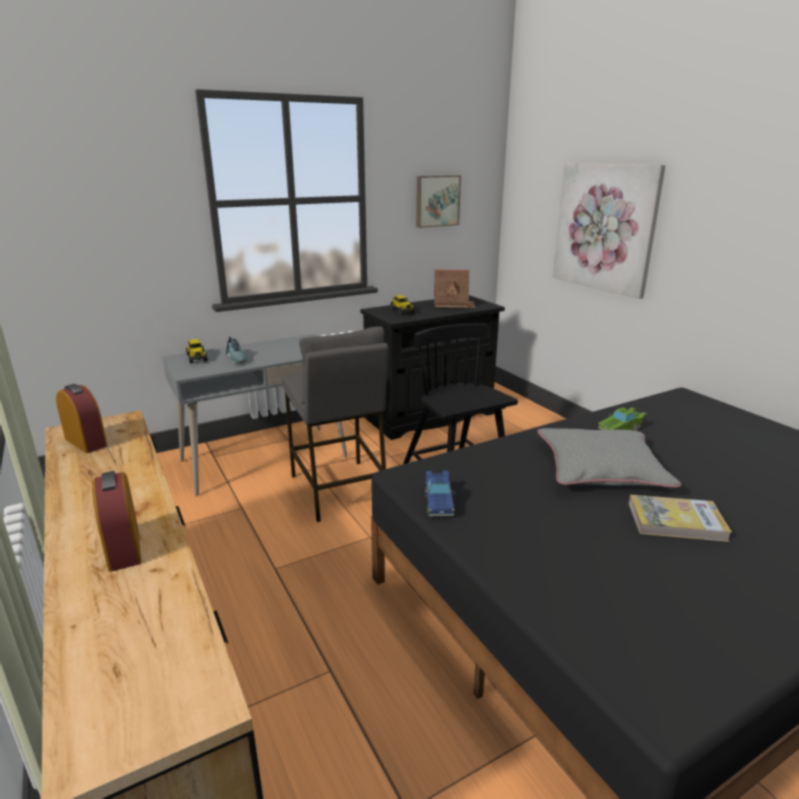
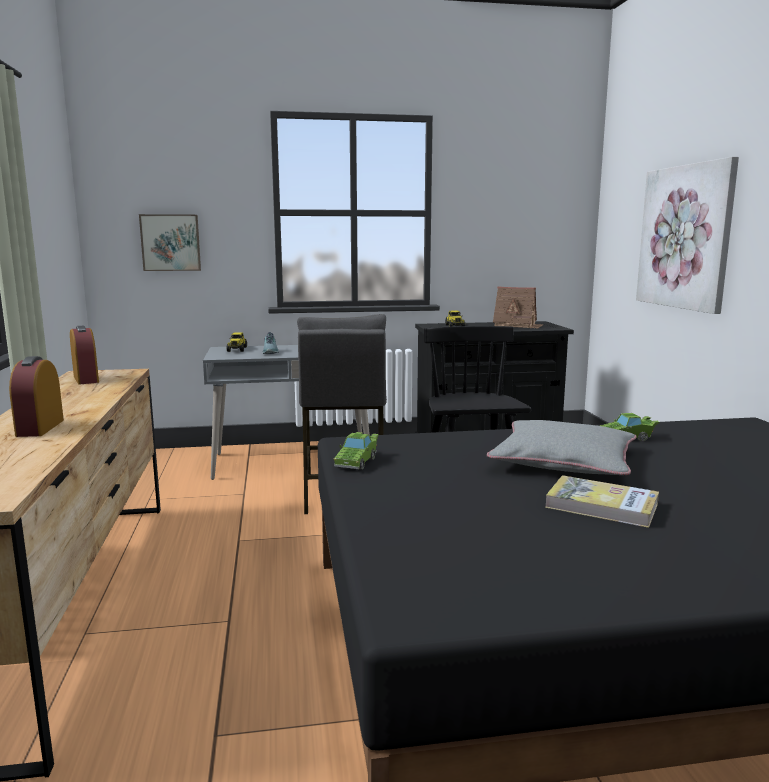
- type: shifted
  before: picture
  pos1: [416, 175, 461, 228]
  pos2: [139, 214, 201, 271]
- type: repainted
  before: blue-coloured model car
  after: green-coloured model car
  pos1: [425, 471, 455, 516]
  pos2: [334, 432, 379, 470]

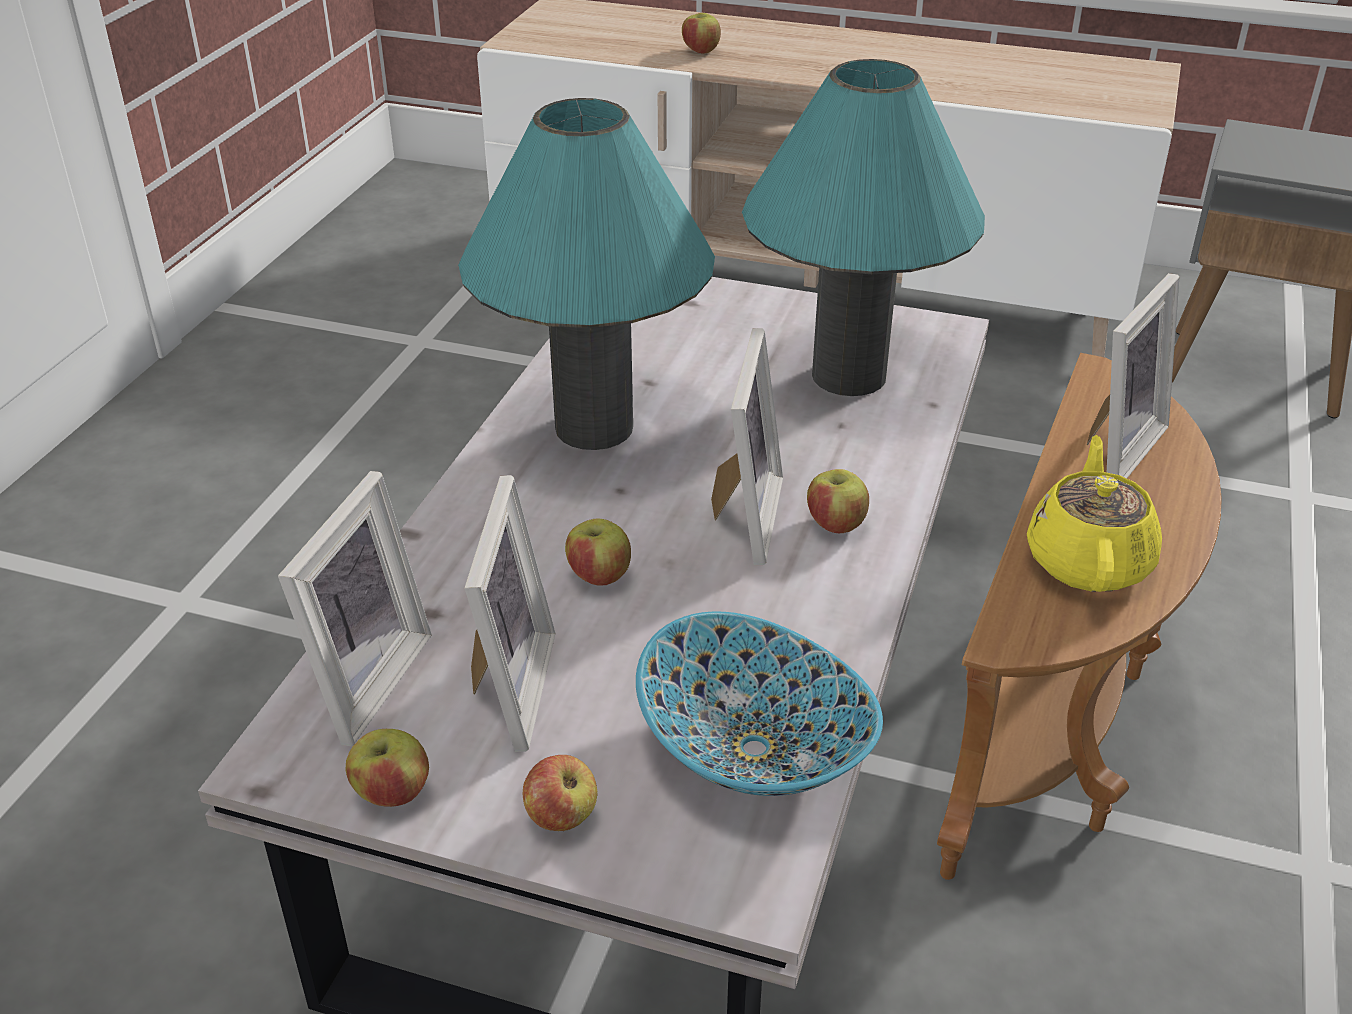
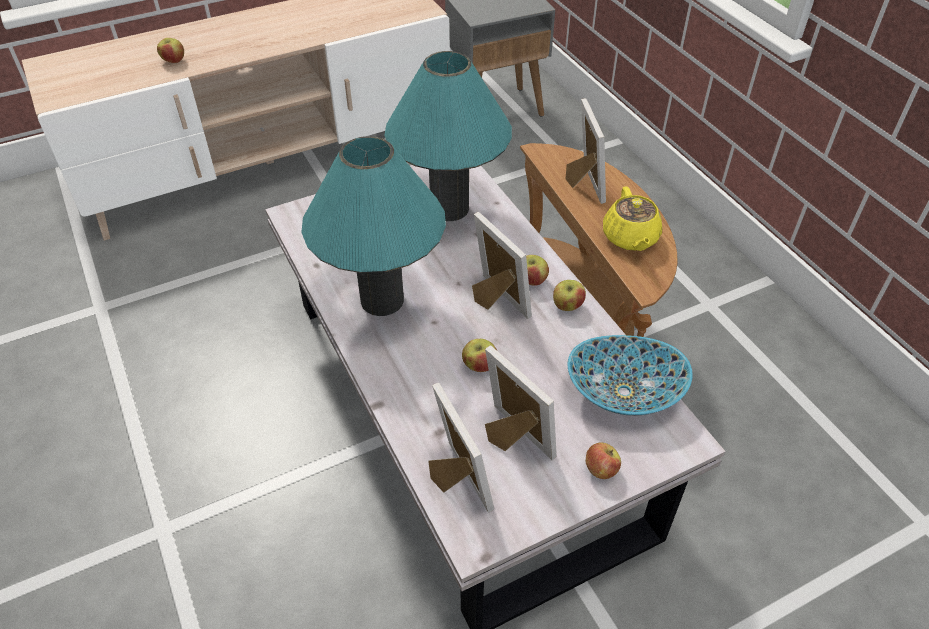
- type: shifted
  before: whole apple
  pos1: [345, 729, 429, 807]
  pos2: [553, 280, 586, 311]
- type: rotated
  before: yellowish tea pot
  pos1: [1027, 435, 1162, 592]
  pos2: [603, 186, 662, 251]
  turn: -150

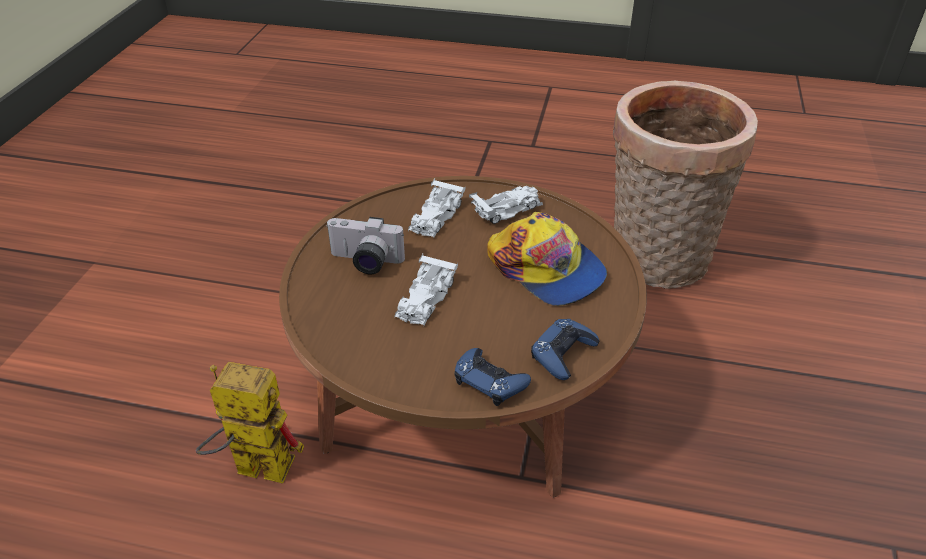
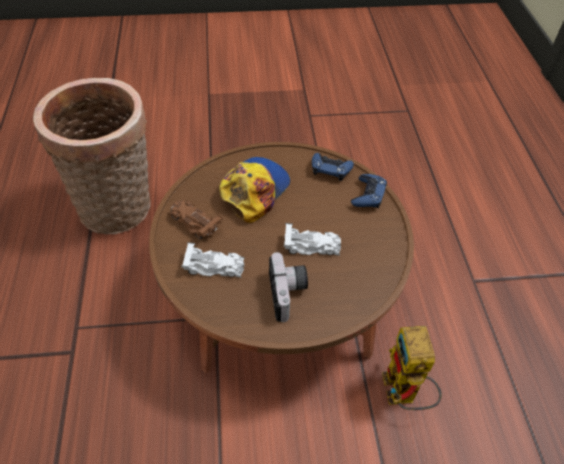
- type: repainted
  before: whitish model car
  after: brownish model car
  pos1: [469, 186, 543, 224]
  pos2: [168, 200, 223, 239]

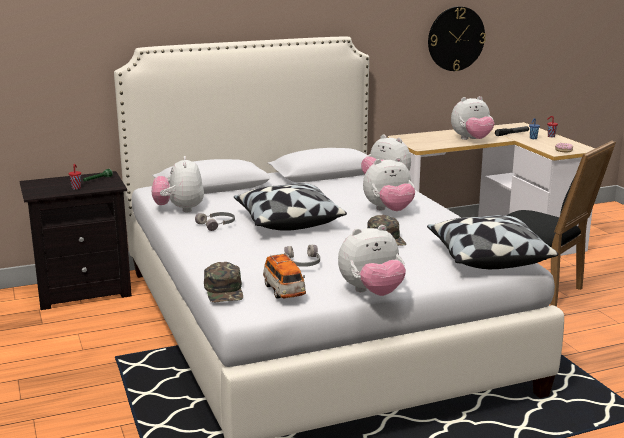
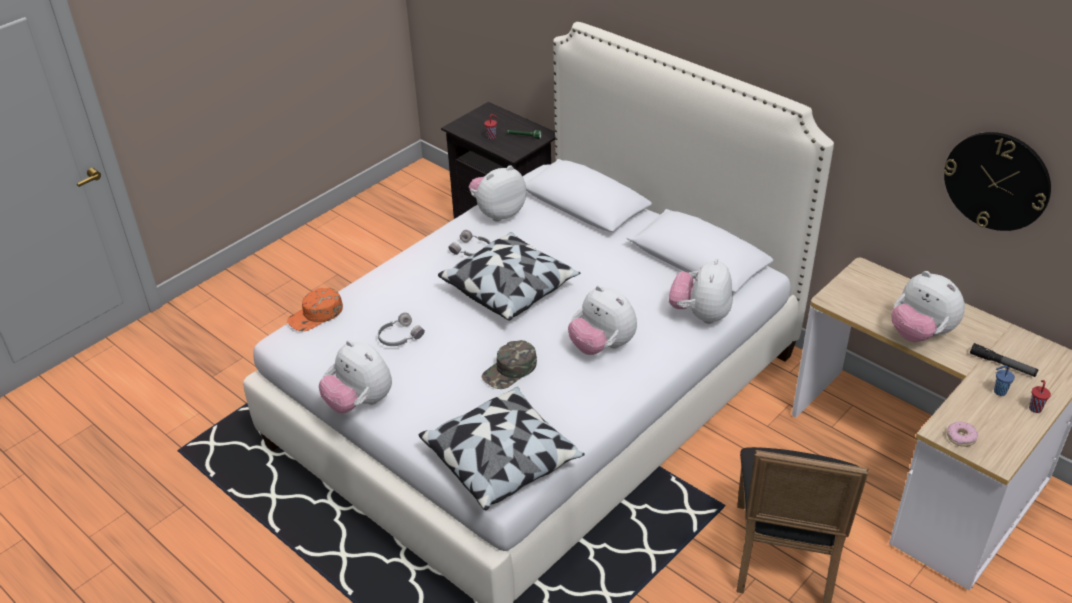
- type: gone
  before: model car
  pos1: [263, 253, 306, 299]
- type: repainted
  before: green-coloured peaked cap
  after: orange peaked cap
  pos1: [204, 262, 243, 303]
  pos2: [287, 288, 343, 331]

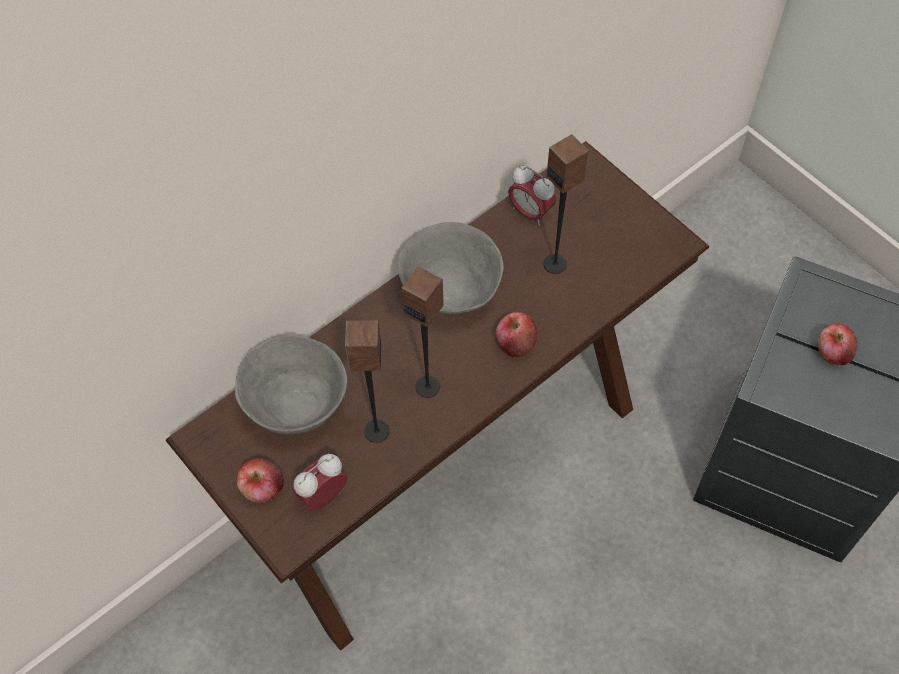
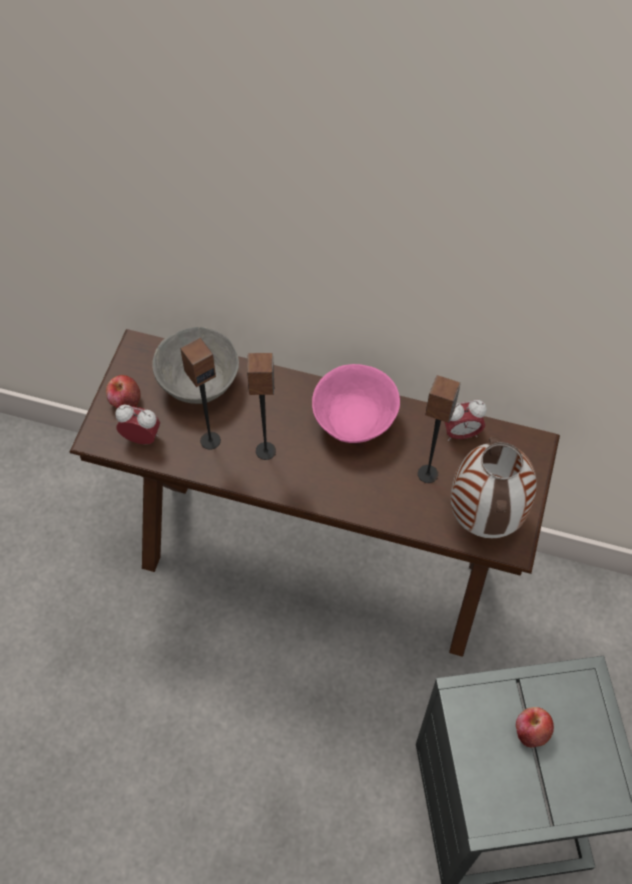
- type: gone
  before: whole apple
  pos1: [496, 312, 537, 358]
- type: new
  after: decorative vase
  pos2: [451, 437, 537, 538]
- type: repainted
  before: grey serving bowl
  after: pink-coloured serving bowl
  pos1: [398, 222, 503, 314]
  pos2: [312, 364, 400, 443]
- type: rotated
  before: table clock
  pos1: [508, 166, 557, 226]
  pos2: [445, 400, 487, 441]
  turn: -105

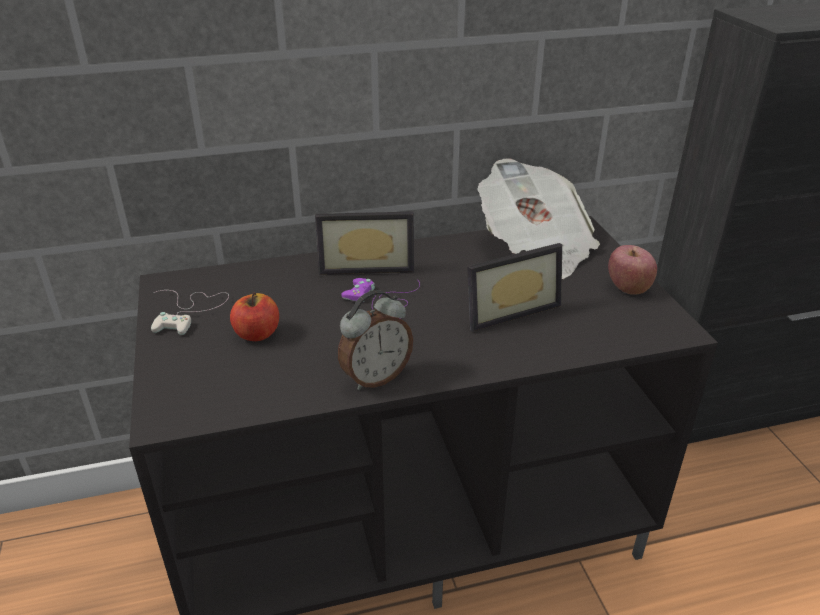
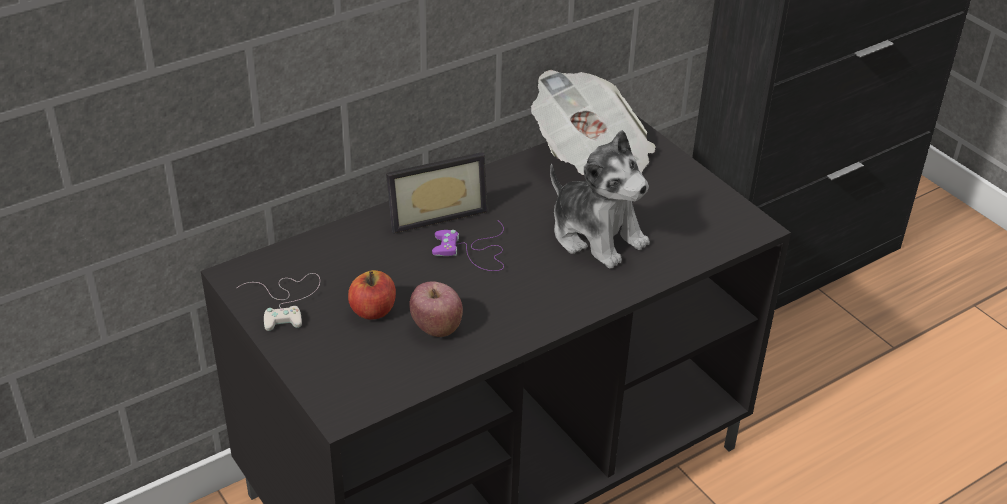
- type: gone
  before: table clock
  pos1: [338, 290, 413, 390]
- type: shifted
  before: whole apple
  pos1: [608, 245, 657, 295]
  pos2: [409, 281, 463, 337]
- type: swapped
  before: photo frame
  after: soft toy
  pos1: [467, 243, 562, 332]
  pos2: [550, 130, 650, 269]

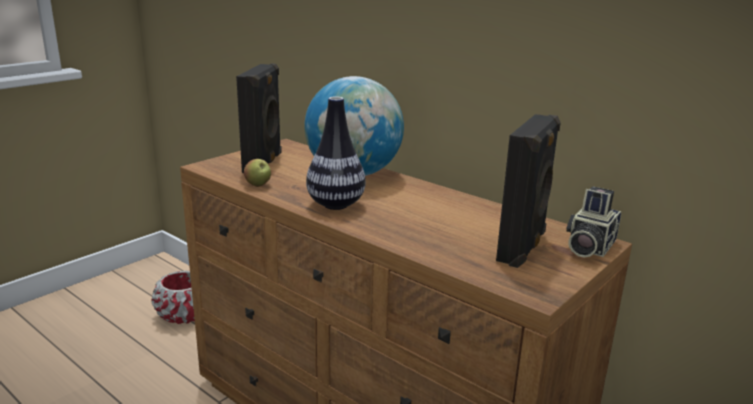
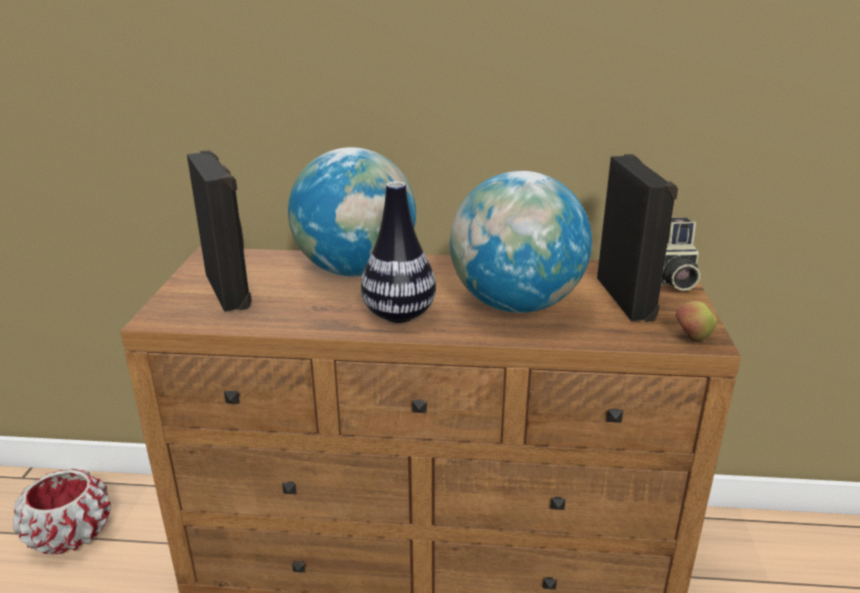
- type: new
  after: world globe
  pos2: [450, 171, 592, 313]
- type: shifted
  before: whole apple
  pos1: [244, 159, 271, 187]
  pos2: [675, 301, 717, 341]

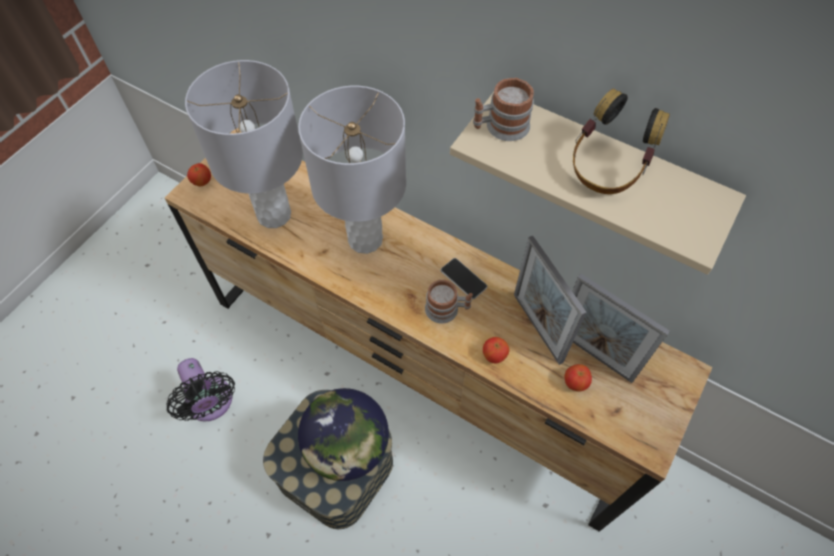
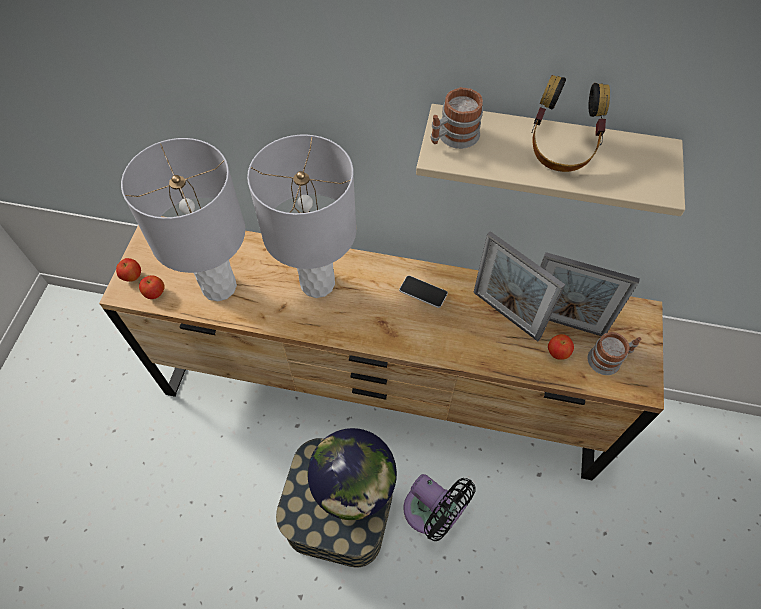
- type: shifted
  before: black-coloured cooling fan
  pos1: [167, 358, 235, 421]
  pos2: [403, 474, 476, 541]
- type: shifted
  before: coffee mug
  pos1: [425, 280, 473, 324]
  pos2: [588, 332, 641, 375]
- type: shifted
  before: whole apple
  pos1: [483, 337, 509, 364]
  pos2: [139, 275, 165, 299]

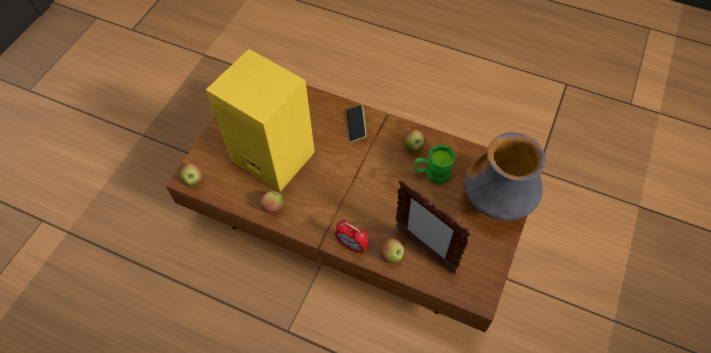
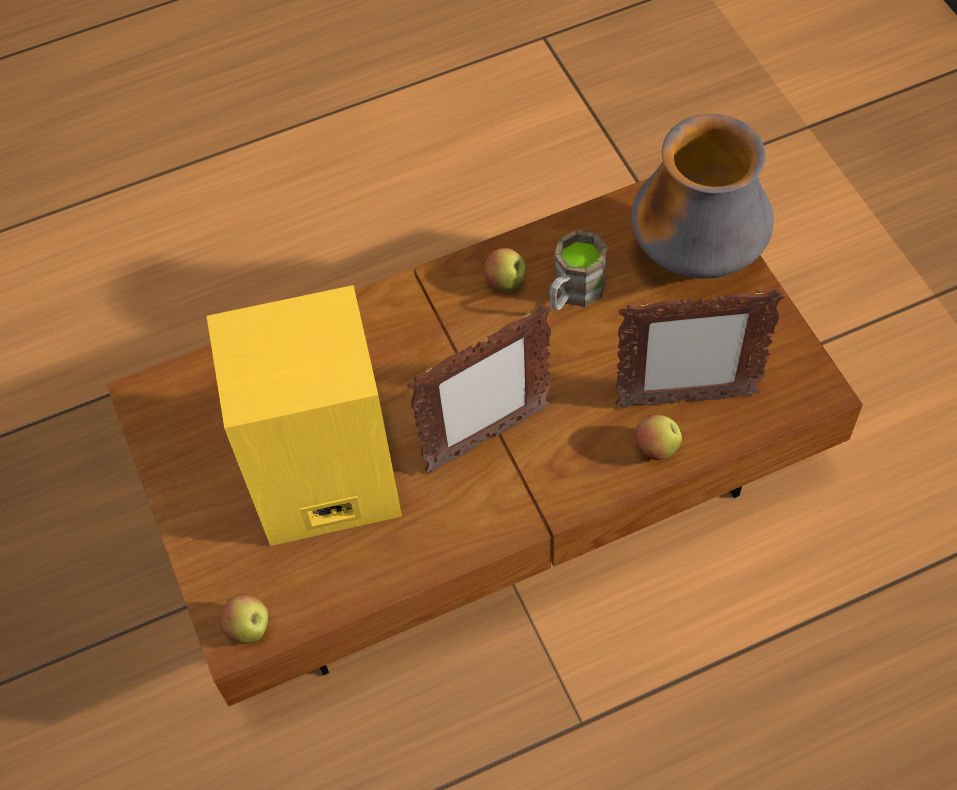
- type: gone
  before: whole apple
  pos1: [260, 191, 283, 213]
- type: gone
  before: table clock
  pos1: [335, 220, 368, 254]
- type: gone
  before: handset
  pos1: [346, 105, 366, 142]
- type: new
  after: photo frame
  pos2: [407, 304, 551, 473]
- type: repainted
  before: green-coloured coffee mug
  after: brownish coffee mug
  pos1: [415, 144, 456, 184]
  pos2: [550, 230, 608, 311]

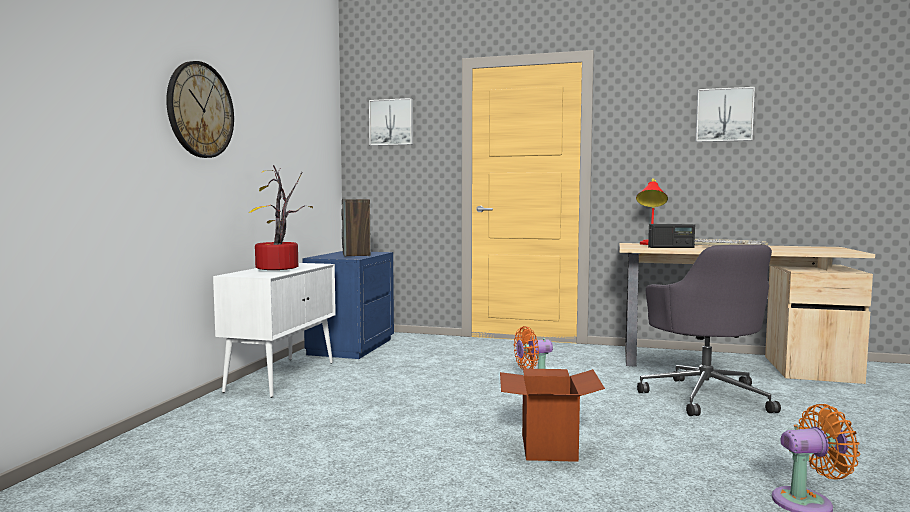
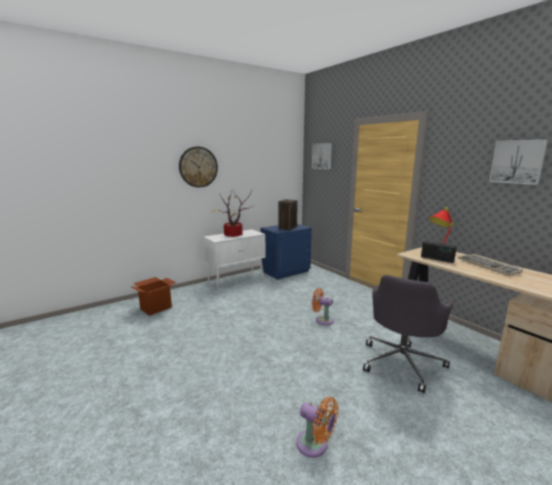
- type: shifted
  before: carton
  pos1: [500, 369, 605, 462]
  pos2: [130, 277, 176, 316]

